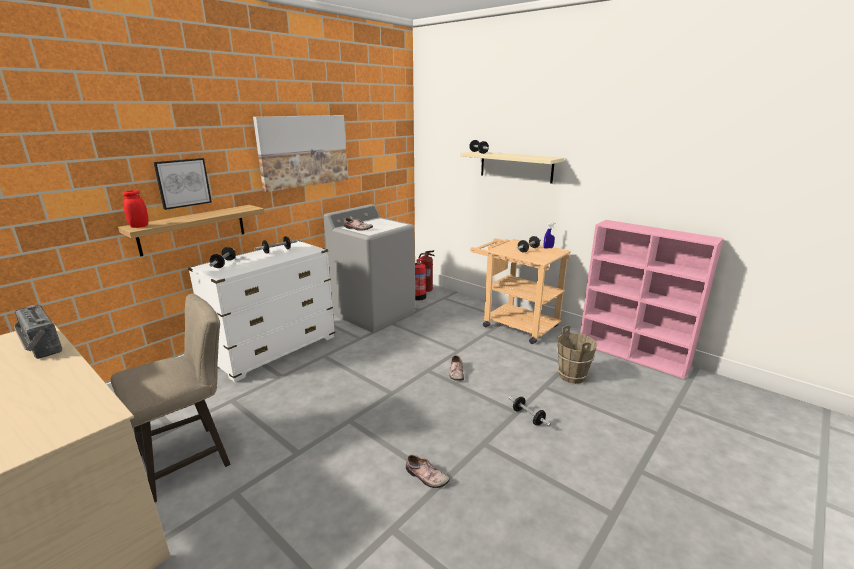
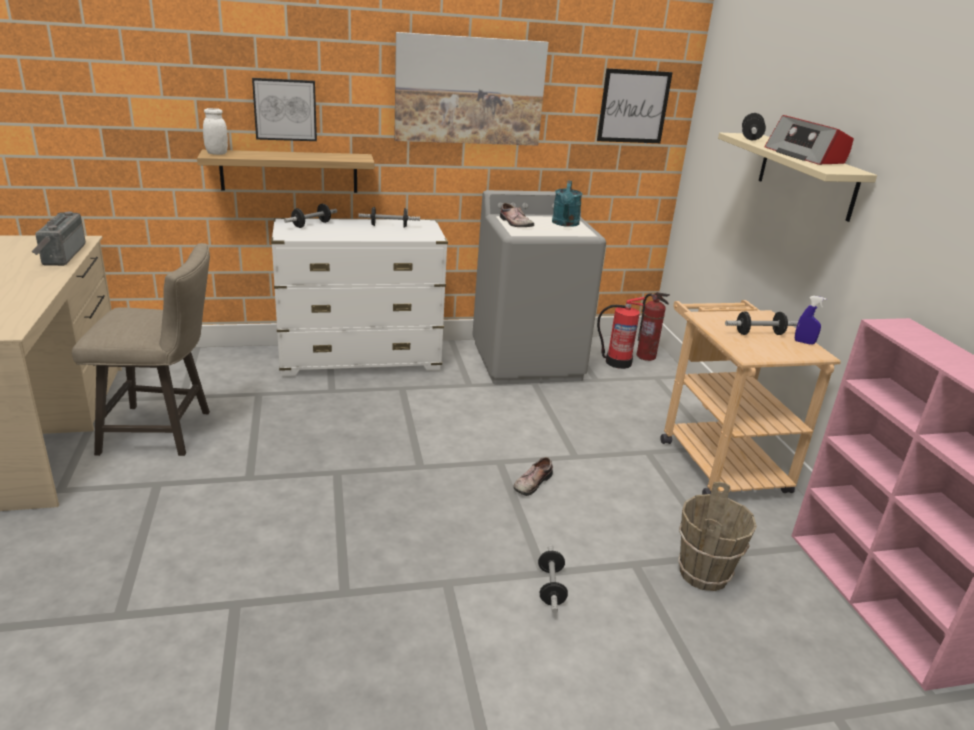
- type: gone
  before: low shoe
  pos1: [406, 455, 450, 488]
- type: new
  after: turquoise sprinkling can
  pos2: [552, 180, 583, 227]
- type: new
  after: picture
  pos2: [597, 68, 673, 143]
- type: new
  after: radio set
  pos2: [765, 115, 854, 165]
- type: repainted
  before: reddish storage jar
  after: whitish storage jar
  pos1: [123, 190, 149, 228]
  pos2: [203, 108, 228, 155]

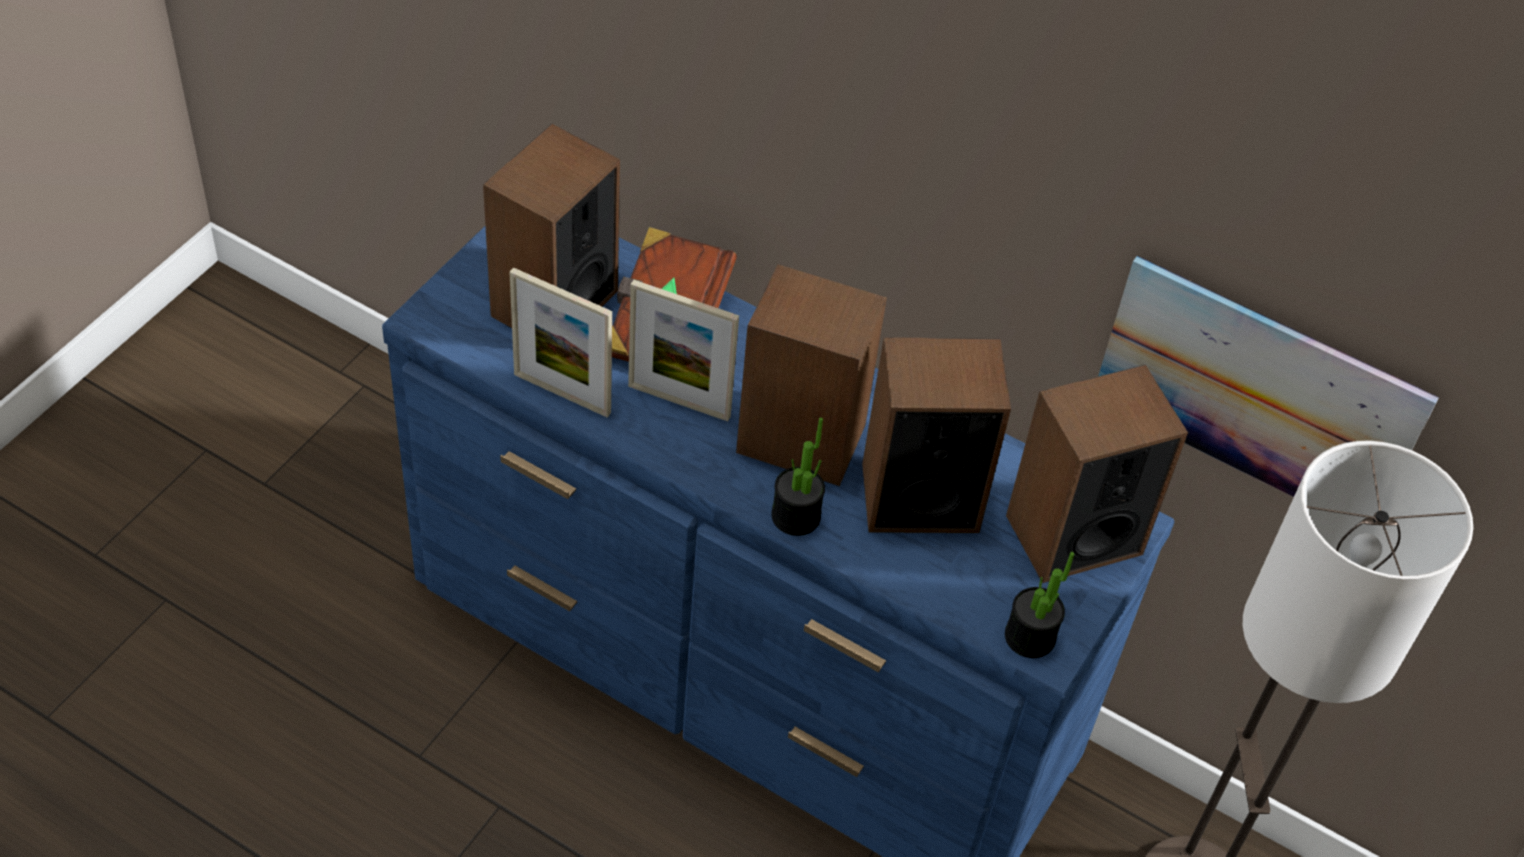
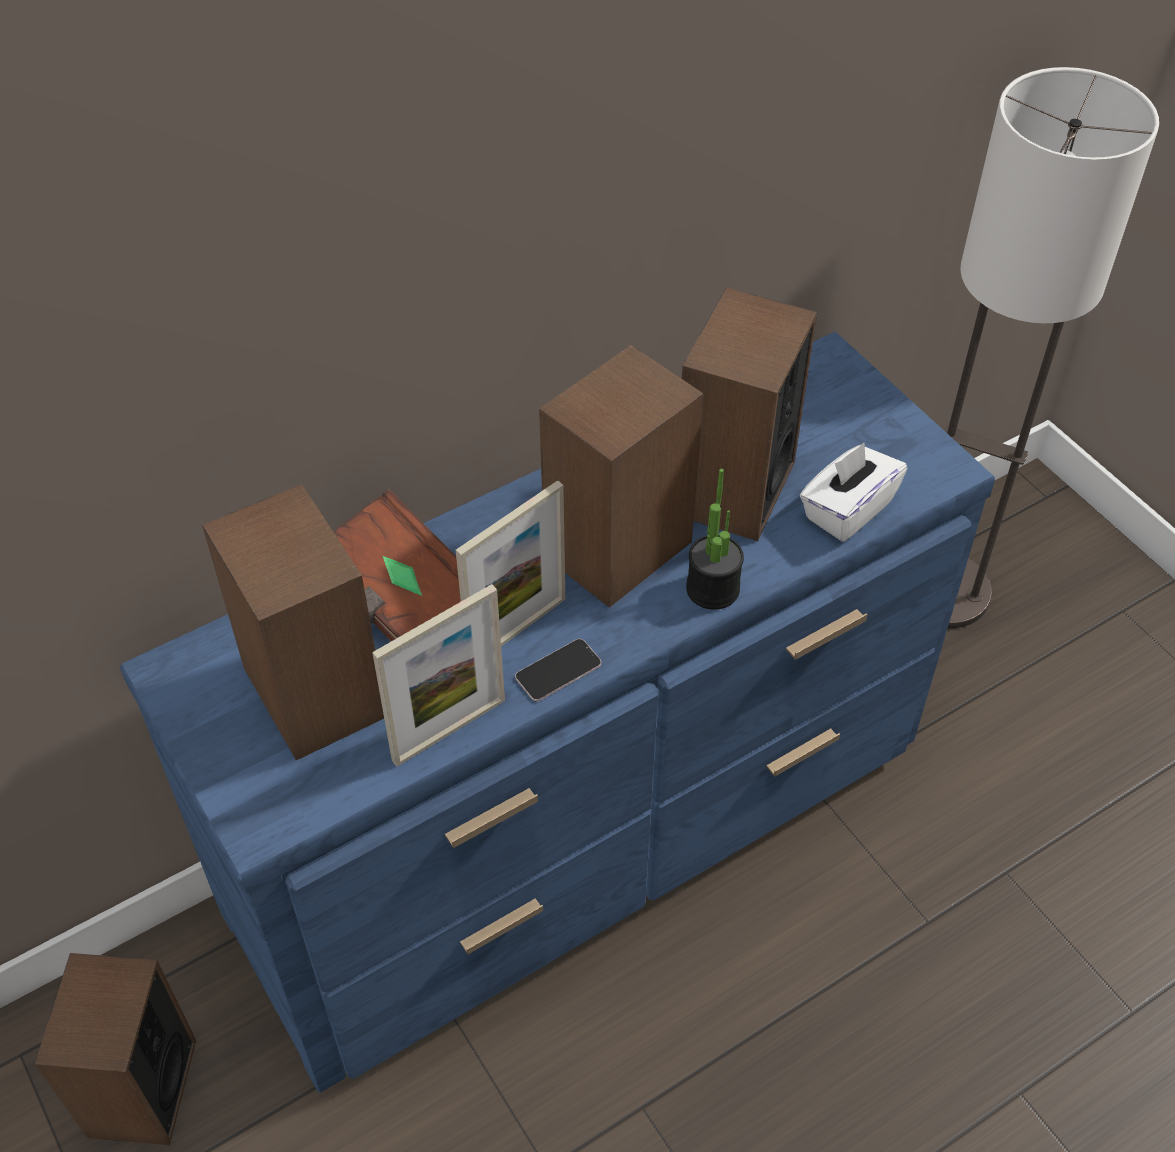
- type: gone
  before: houseplant
  pos1: [1005, 552, 1074, 658]
- type: gone
  before: picture
  pos1: [1098, 256, 1439, 497]
- type: new
  after: handset
  pos2: [515, 639, 601, 701]
- type: new
  after: whitish tissue box
  pos2: [800, 443, 907, 542]
- type: shifted
  before: speaker
  pos1: [1006, 365, 1188, 583]
  pos2: [35, 953, 196, 1145]

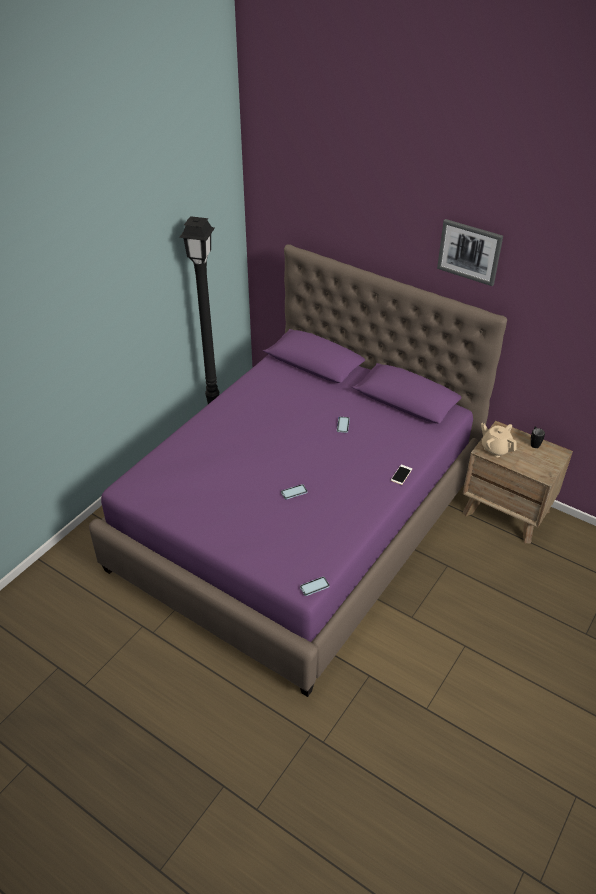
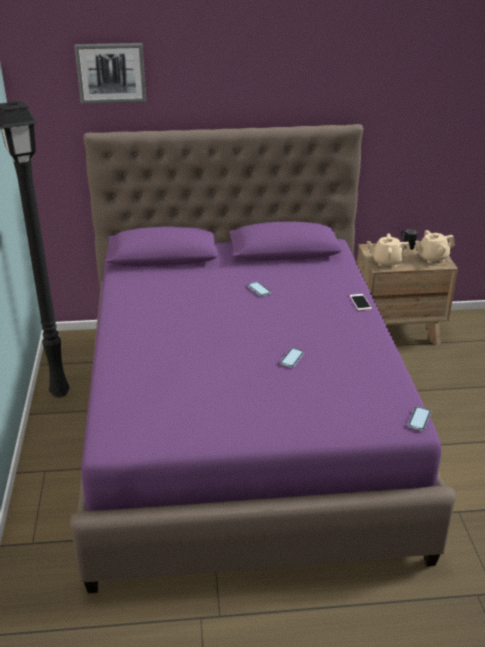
- type: new
  after: sand-coloured tea pot
  pos2: [415, 230, 455, 263]
- type: shifted
  before: picture
  pos1: [437, 219, 503, 286]
  pos2: [74, 43, 146, 104]

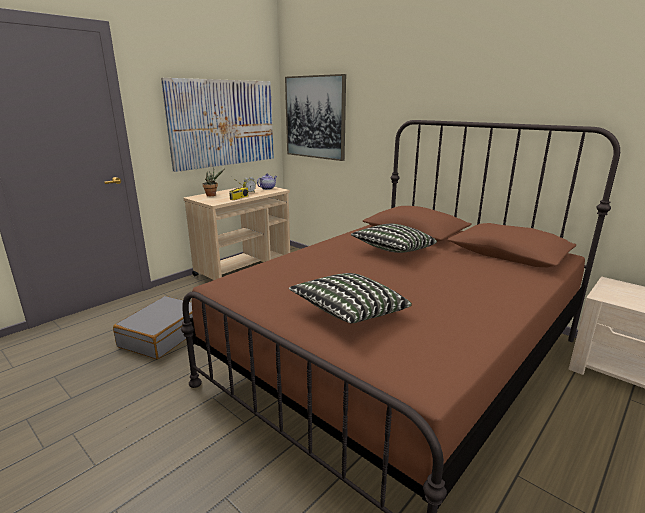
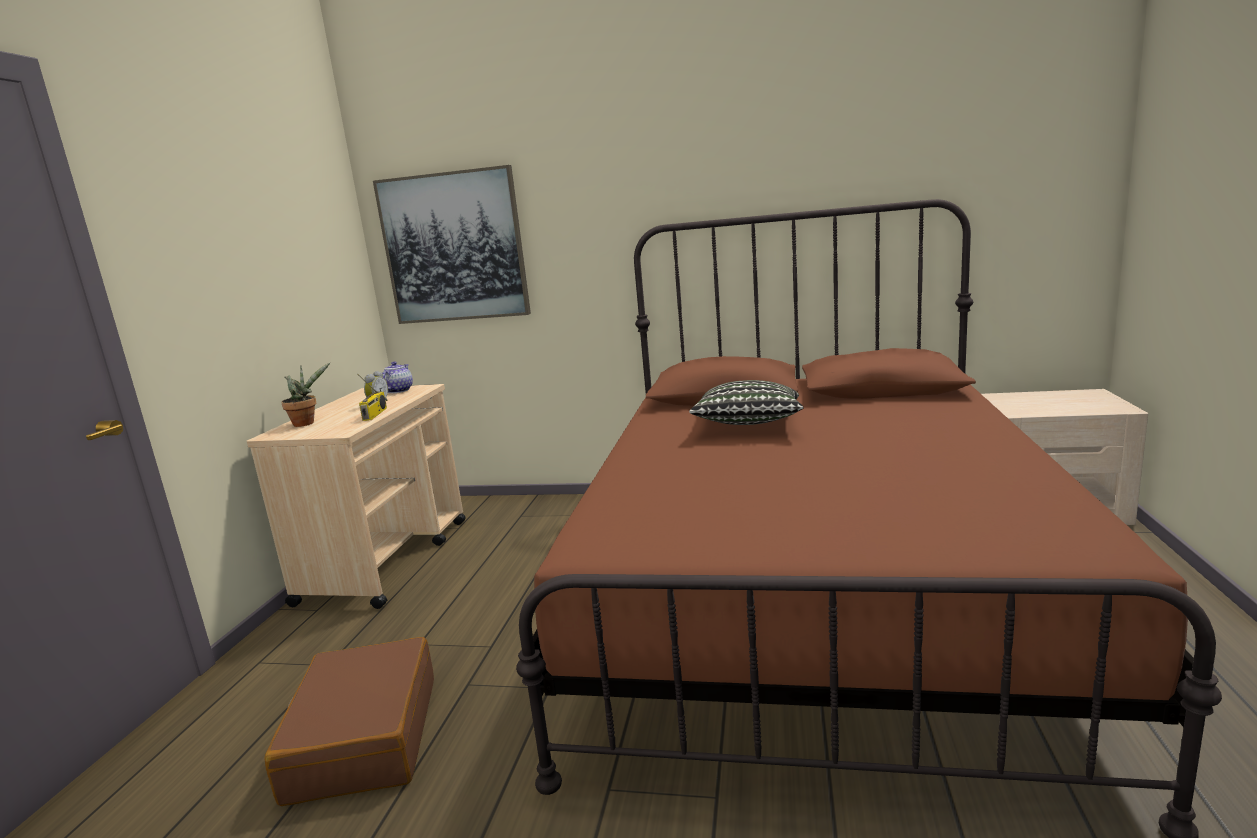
- type: gone
  before: picture
  pos1: [161, 78, 274, 172]
- type: gone
  before: throw pillow
  pos1: [289, 273, 412, 323]
- type: repainted
  before: grey piece of luggage
  after: brownish piece of luggage
  pos1: [113, 296, 193, 359]
  pos2: [265, 637, 434, 806]

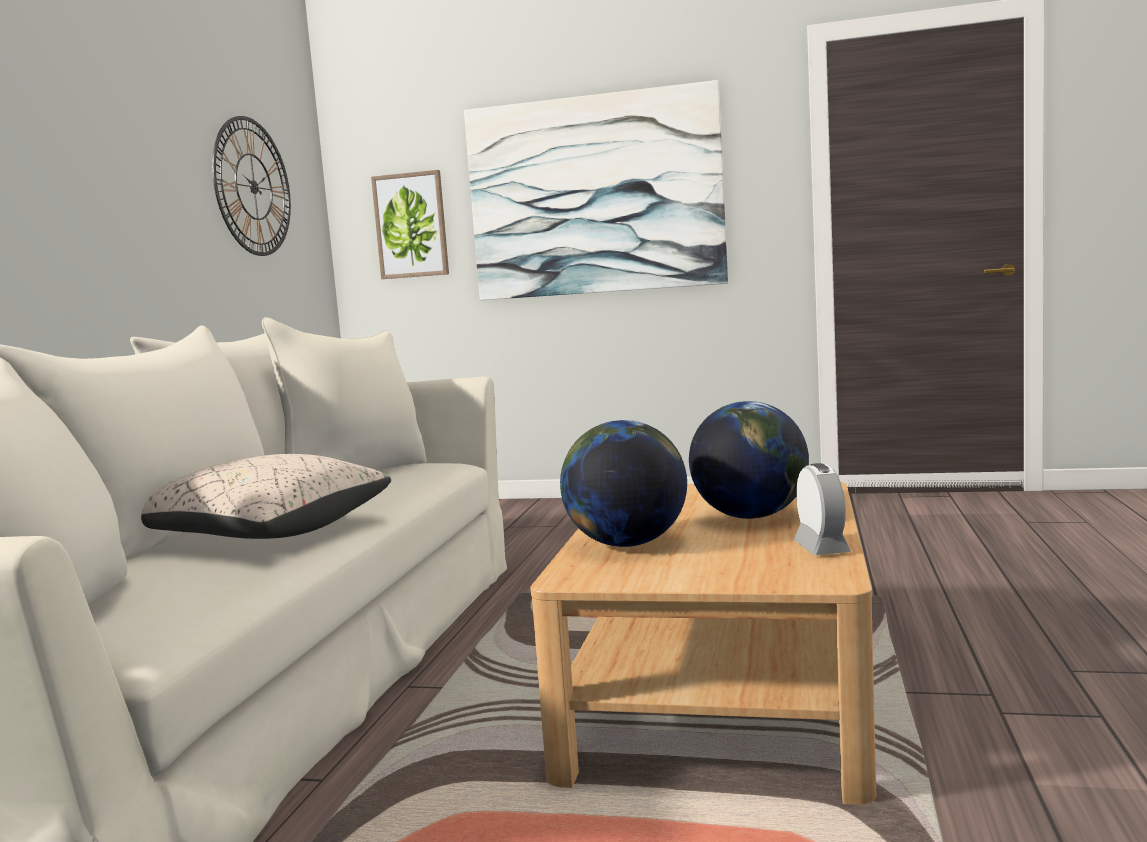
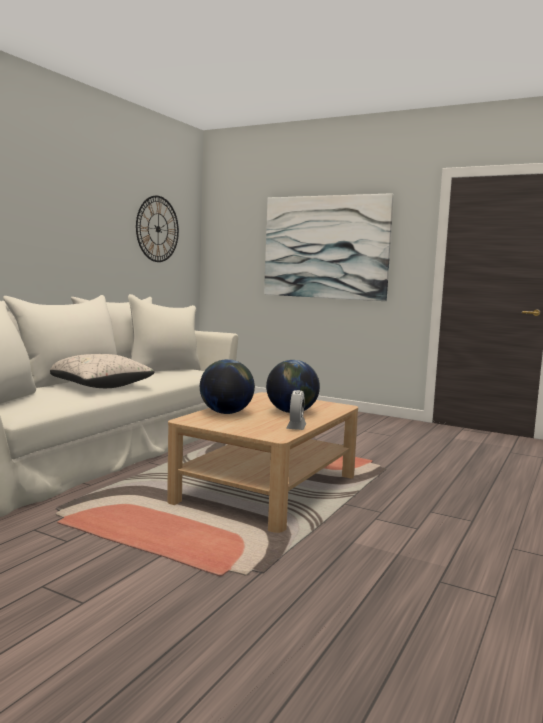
- type: gone
  before: picture
  pos1: [371, 170, 449, 279]

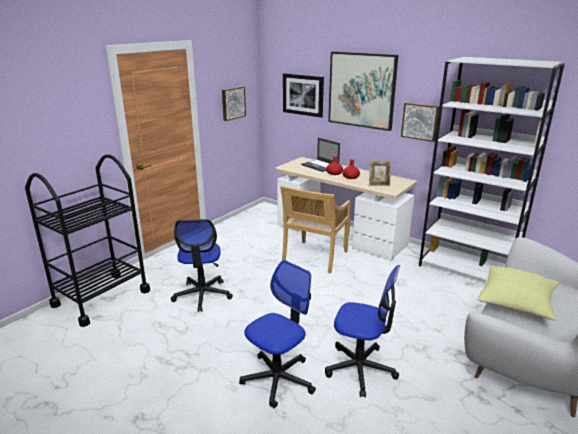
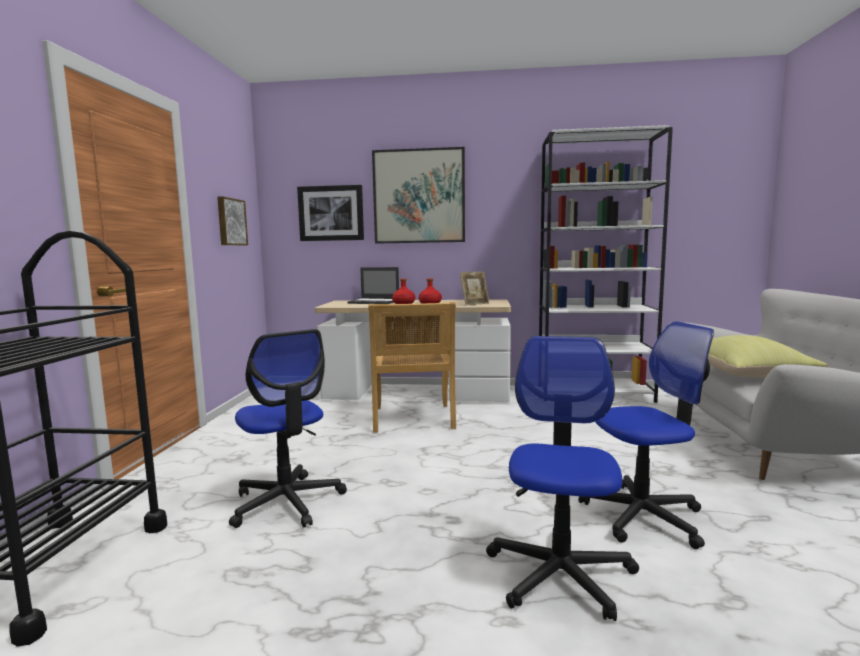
- type: gone
  before: picture
  pos1: [401, 102, 440, 142]

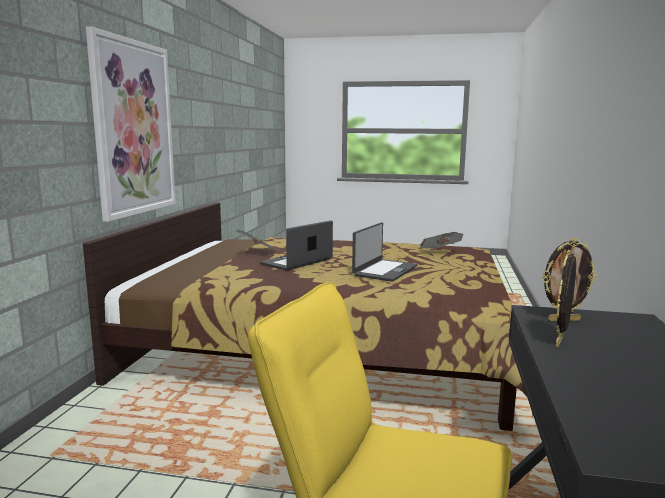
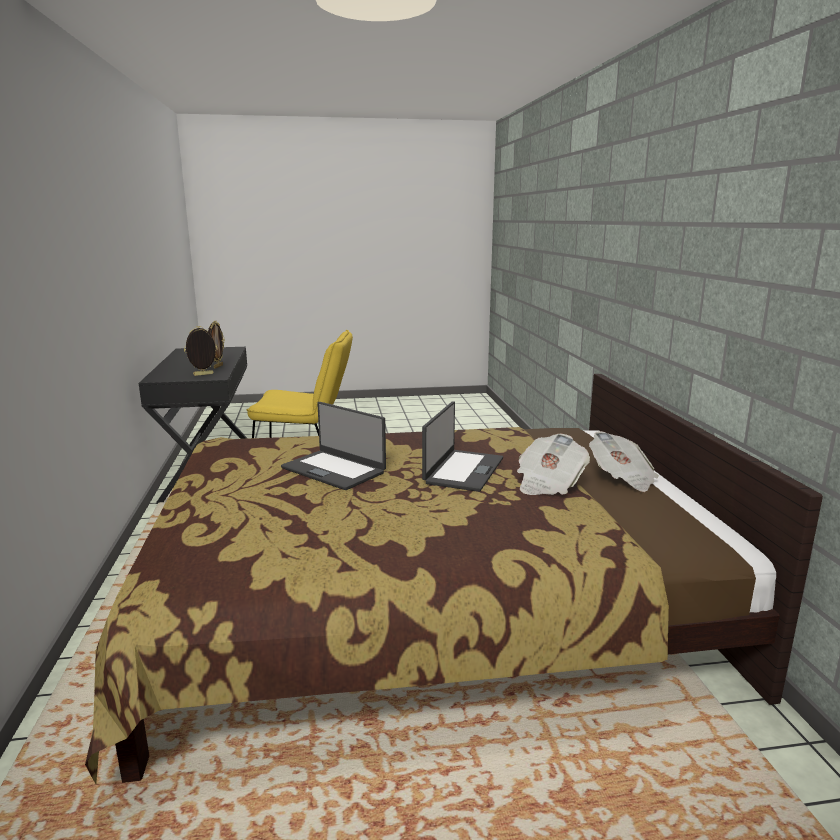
- type: gone
  before: picture
  pos1: [86, 26, 176, 222]
- type: shifted
  before: newspaper
  pos1: [419, 232, 464, 248]
  pos2: [589, 431, 659, 492]
- type: rotated
  before: laptop
  pos1: [352, 222, 418, 282]
  pos2: [281, 402, 386, 490]
  turn: -60

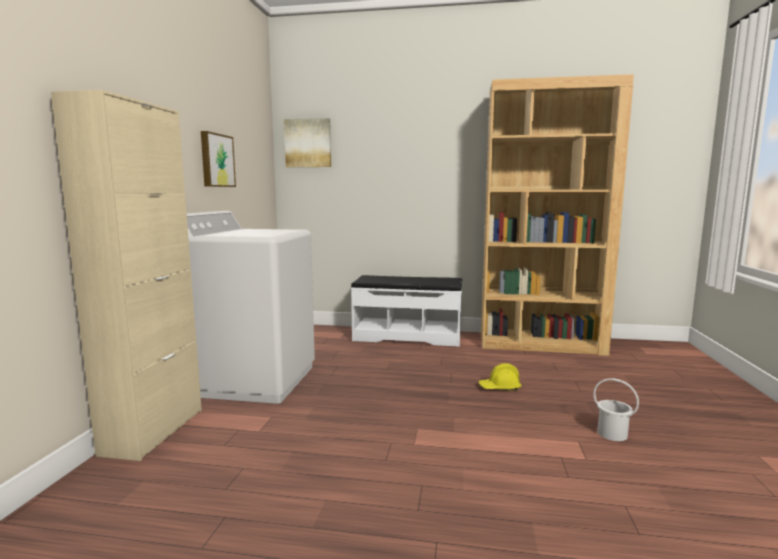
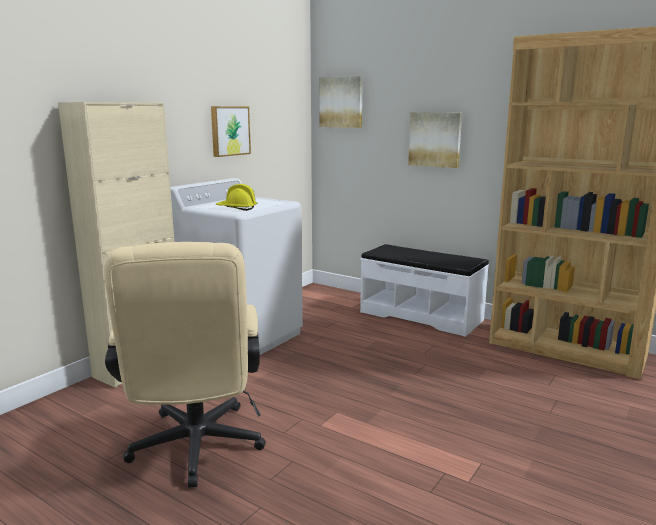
- type: gone
  before: whitish bucket
  pos1: [593, 378, 639, 441]
- type: new
  after: sand-coloured computer chair
  pos2: [104, 242, 266, 488]
- type: new
  after: picture
  pos2: [408, 112, 462, 168]
- type: shifted
  before: yellowish work helmet
  pos1: [479, 363, 521, 391]
  pos2: [216, 184, 257, 211]

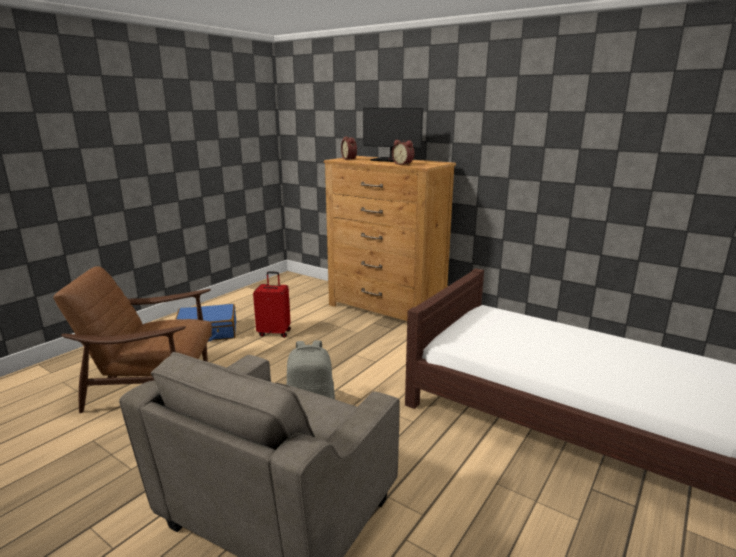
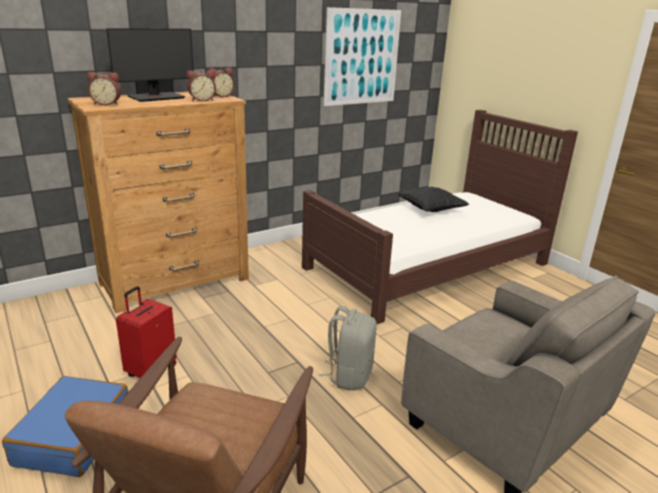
- type: new
  after: table clock
  pos2: [208, 68, 235, 98]
- type: new
  after: picture
  pos2: [323, 7, 401, 106]
- type: new
  after: black-coloured throw pillow
  pos2: [398, 187, 469, 212]

